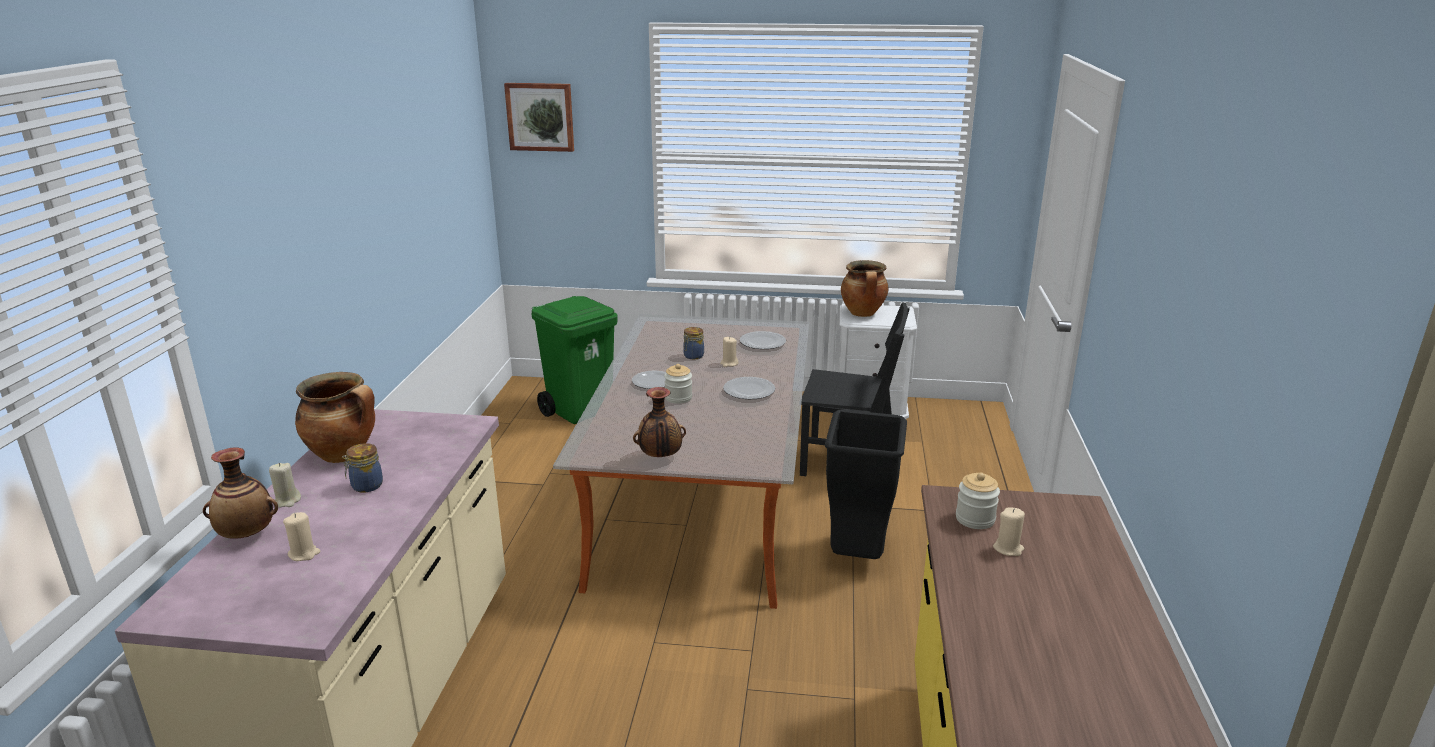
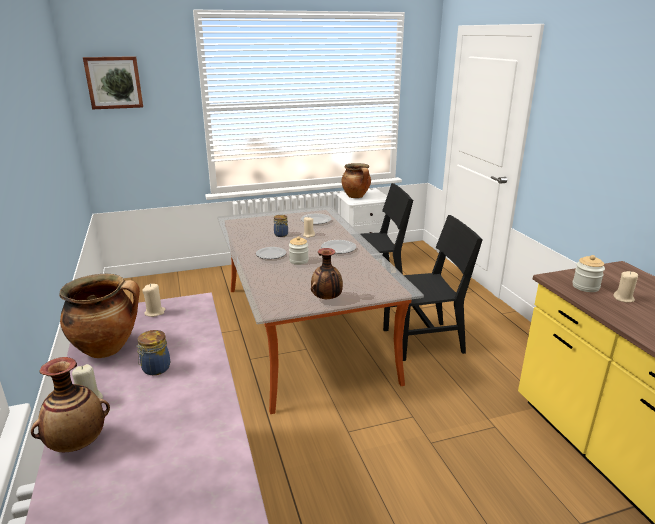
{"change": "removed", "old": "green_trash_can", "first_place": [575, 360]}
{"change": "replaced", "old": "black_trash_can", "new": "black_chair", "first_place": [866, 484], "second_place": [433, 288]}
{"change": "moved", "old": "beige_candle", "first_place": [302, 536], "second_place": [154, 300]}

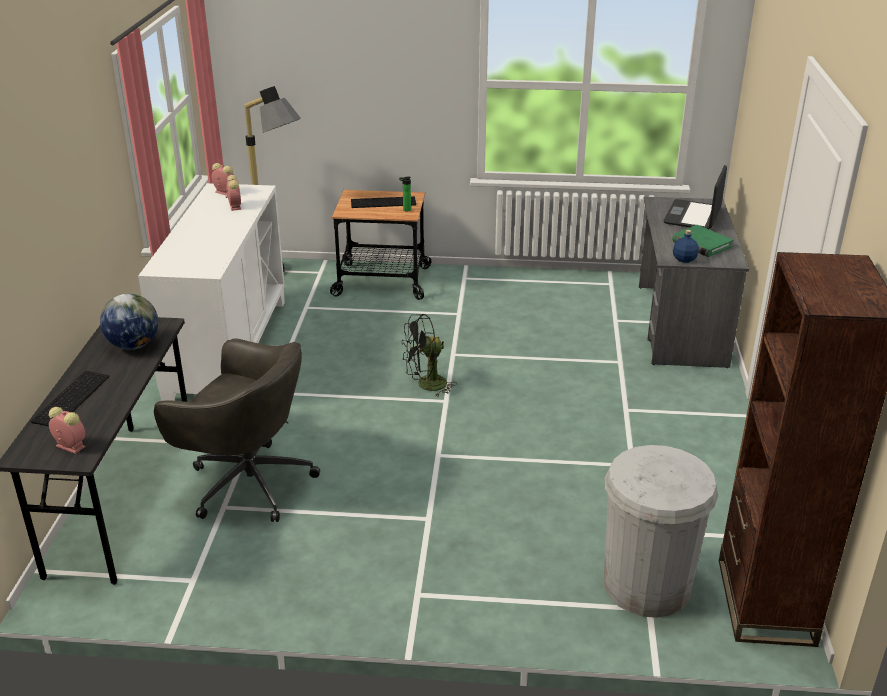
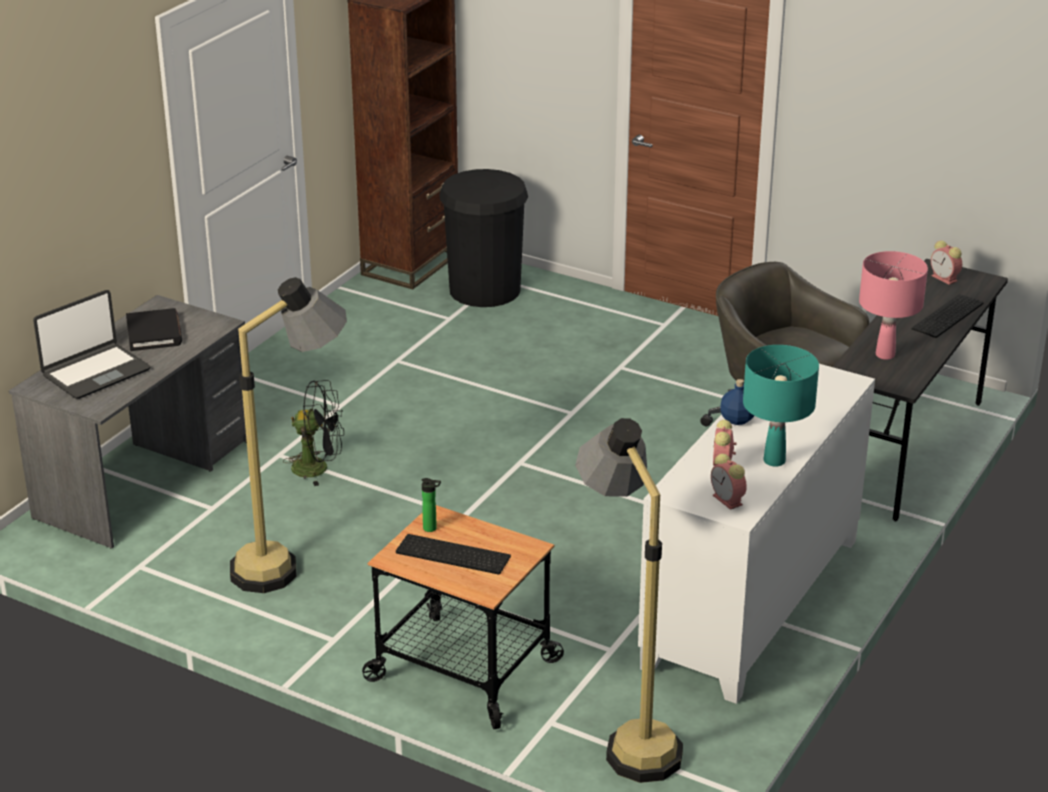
{"change": "recoloured", "old": "green_book", "new": "black_book", "first_place": [702, 241], "second_place": [154, 329]}
{"change": "moved", "old": "blue_bottle", "first_place": [686, 246], "second_place": [737, 402]}
{"change": "replaced", "old": "globe", "new": "pink_table_lamp", "first_place": [129, 322], "second_place": [893, 305]}
{"change": "moved", "old": "black_fan", "first_place": [429, 355], "second_place": [313, 433]}
{"change": "recoloured", "old": "white_trash_can", "new": "black_trash_can", "first_place": [661, 531], "second_place": [483, 238]}
{"change": "added", "new": "floor_lamp", "second_place": [288, 435]}
{"change": "added", "new": "turquoise_table_lamp", "second_place": [781, 406]}

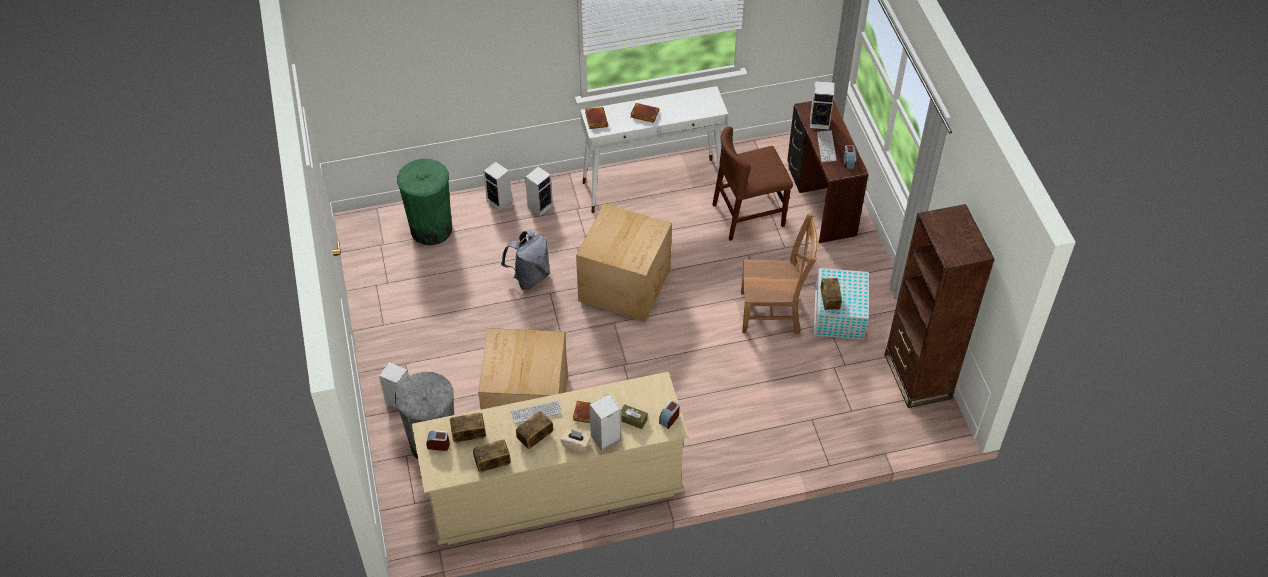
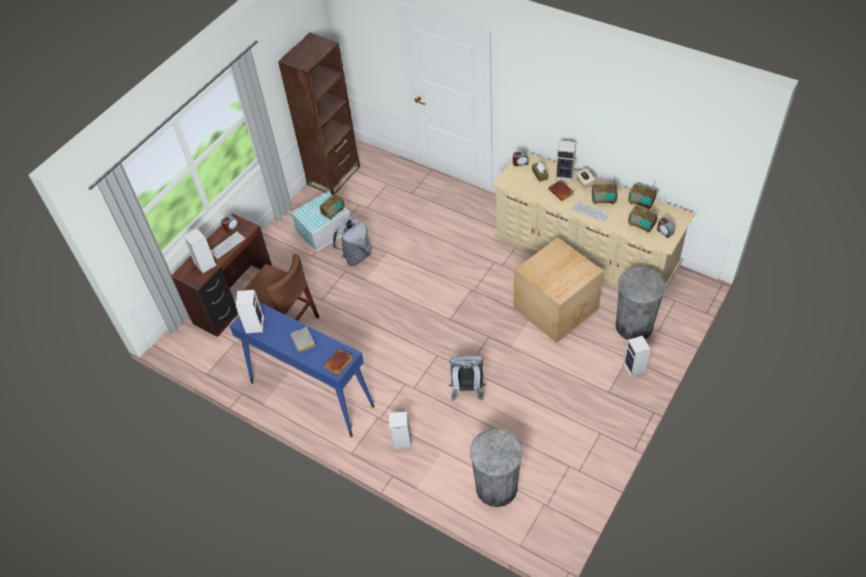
{"change": "recoloured", "old": "white_console_table", "new": "blue_console_table", "first_place": [654, 149], "second_place": [302, 369]}
{"change": "recoloured", "old": "brown_book", "new": "grey_book", "first_place": [645, 113], "second_place": [303, 340]}
{"change": "recoloured", "old": "green_trash_can", "new": "grey_trash_can", "first_place": [424, 202], "second_place": [496, 467]}
{"change": "moved", "old": "speaker", "first_place": [497, 186], "second_place": [250, 311]}
{"change": "removed", "old": "cardboard_box", "first_place": [624, 262]}
{"change": "replaced", "old": "brown_chair", "new": "grey_backpack", "first_place": [779, 273], "second_place": [352, 242]}

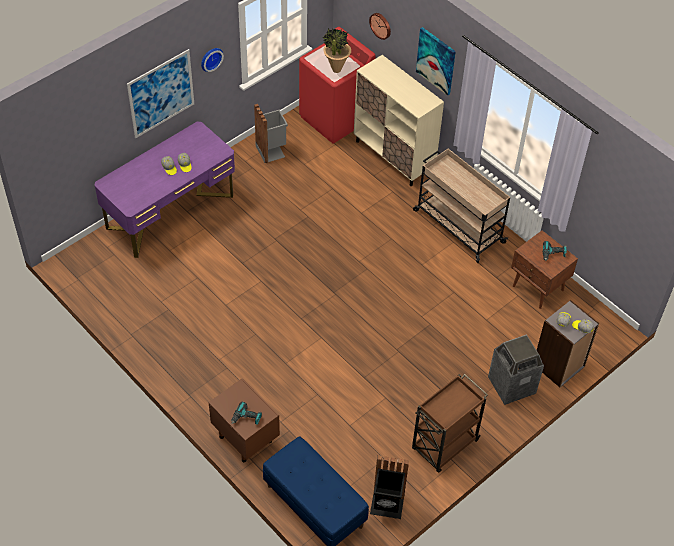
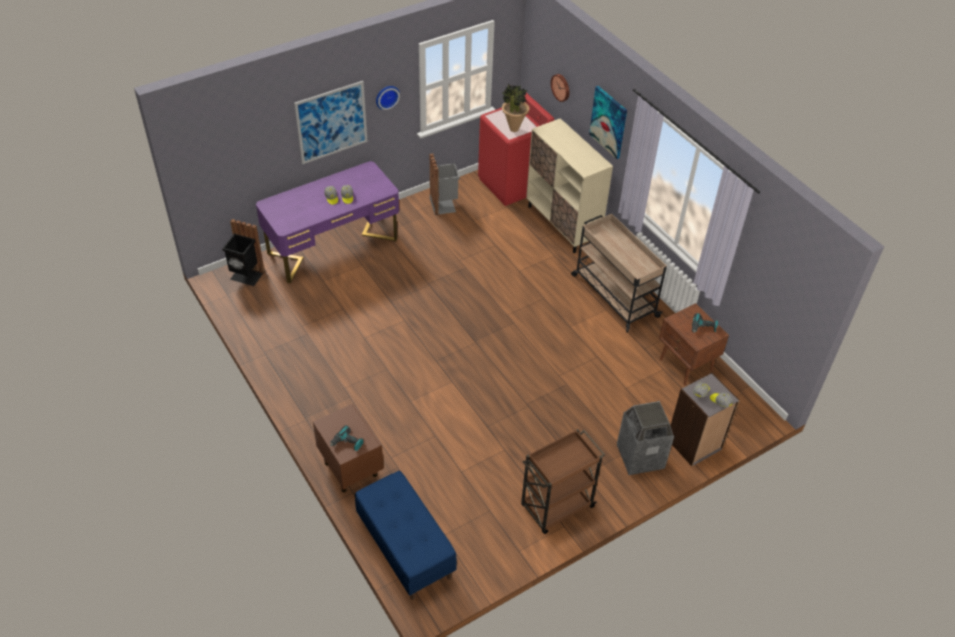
{"change": "moved", "old": "black_trash_can", "first_place": [389, 487], "second_place": [243, 252]}

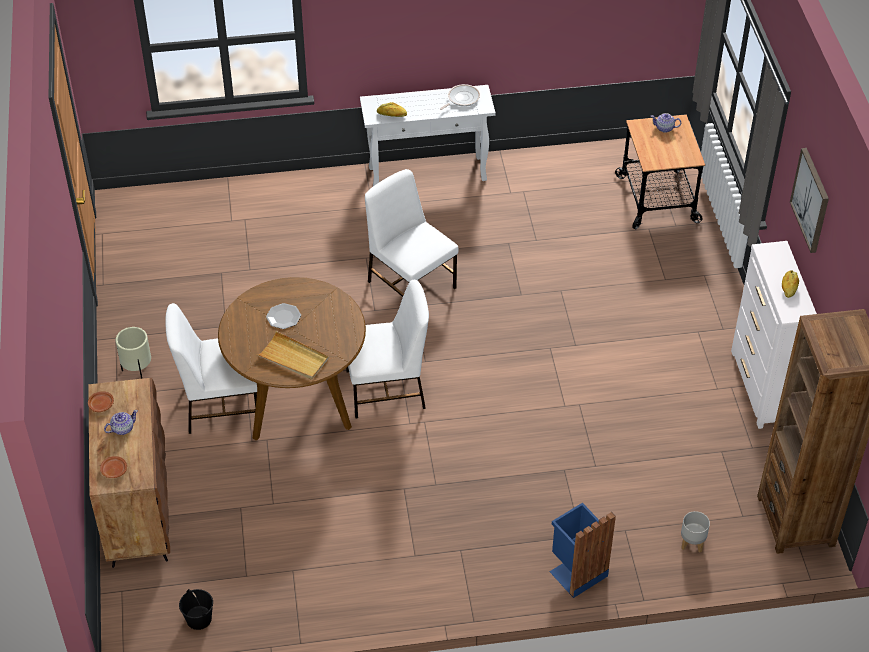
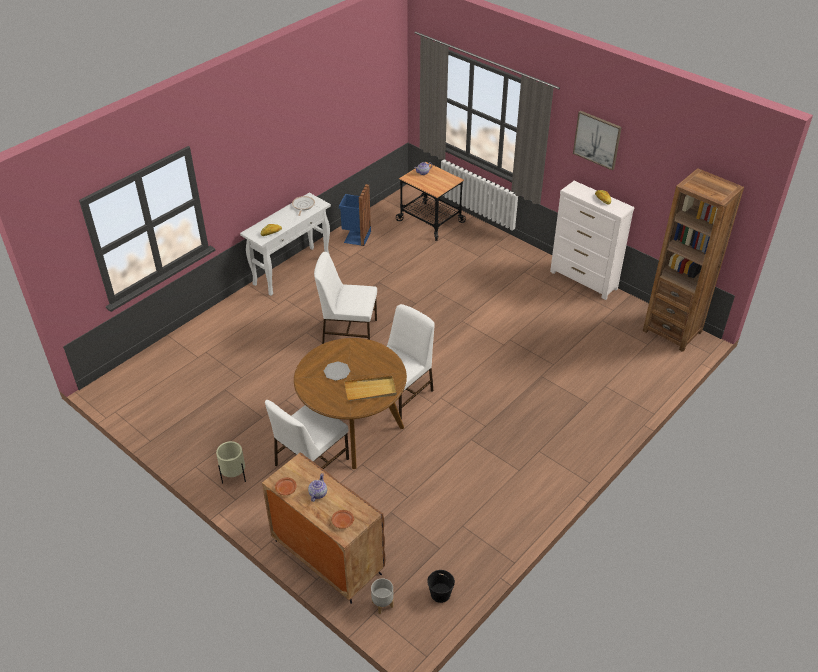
{"change": "moved", "old": "blue_trash_can", "first_place": [582, 550], "second_place": [355, 215]}
{"change": "moved", "old": "grey_planter", "first_place": [695, 532], "second_place": [382, 596]}

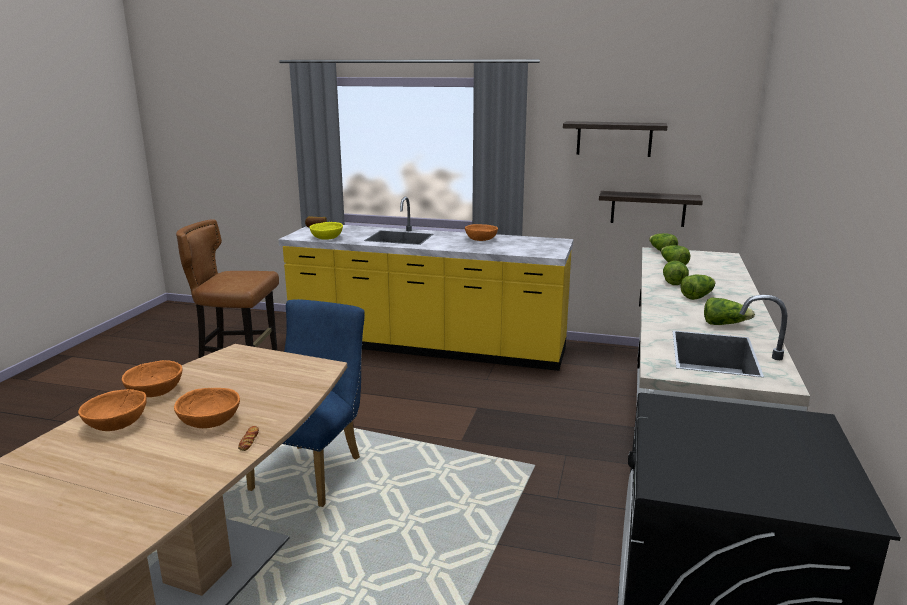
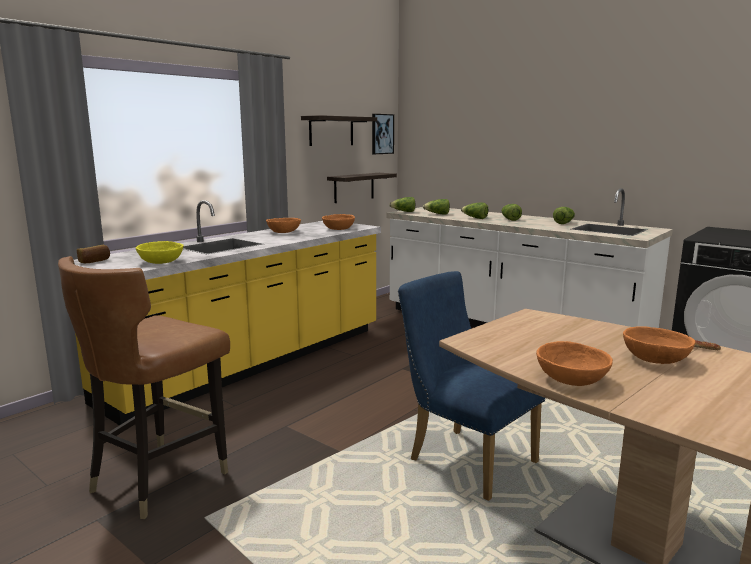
{"change": "moved", "old": "orange_bowl", "first_place": [112, 410], "second_place": [338, 222]}
{"change": "added", "new": "picture", "second_place": [383, 134]}

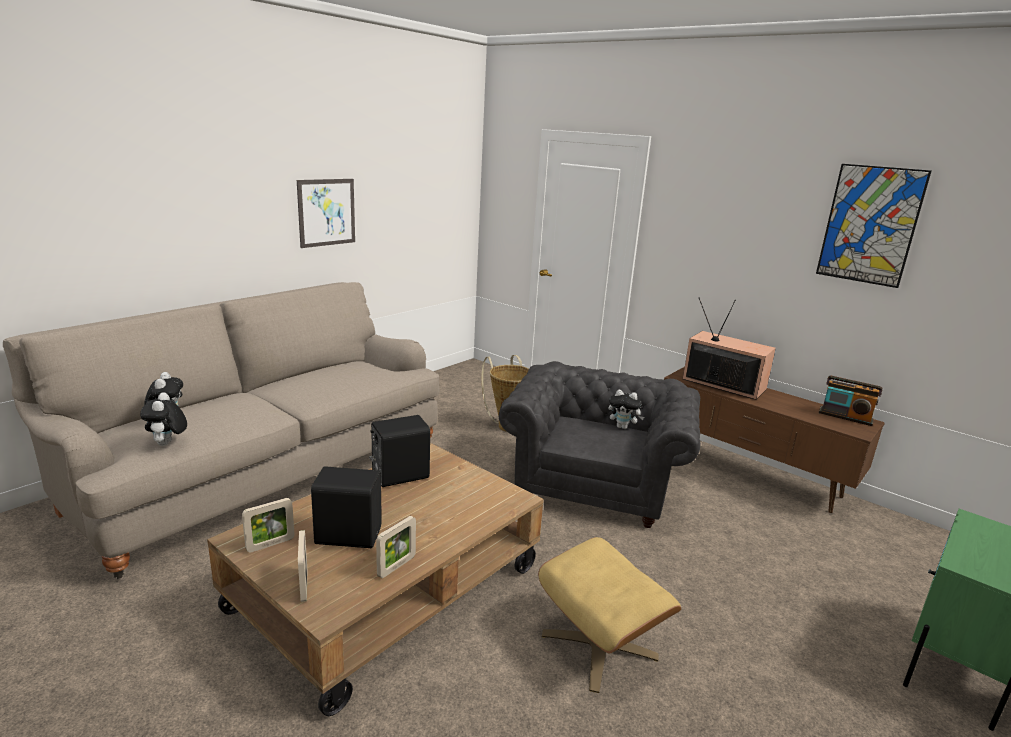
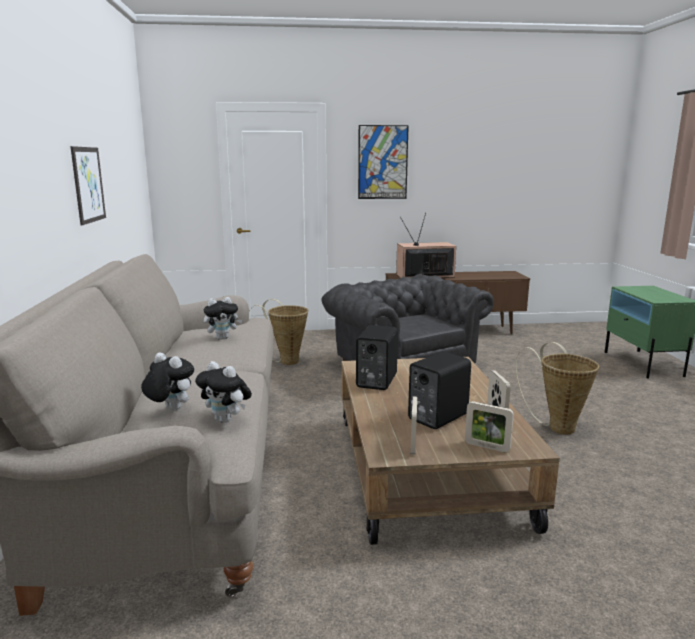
{"change": "moved", "old": "picture", "first_place": [873, 226], "second_place": [383, 162]}
{"change": "removed", "old": "radio", "first_place": [850, 401]}
{"change": "moved", "old": "plush_toy", "first_place": [626, 409], "second_place": [223, 318]}
{"change": "replaced", "old": "beige_ottoman", "new": "basket", "first_place": [609, 615], "second_place": [557, 388]}

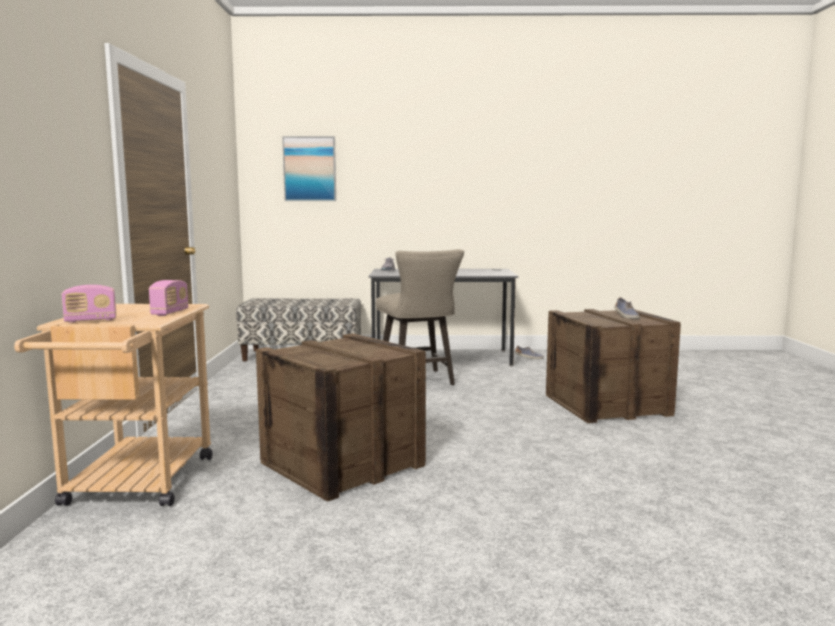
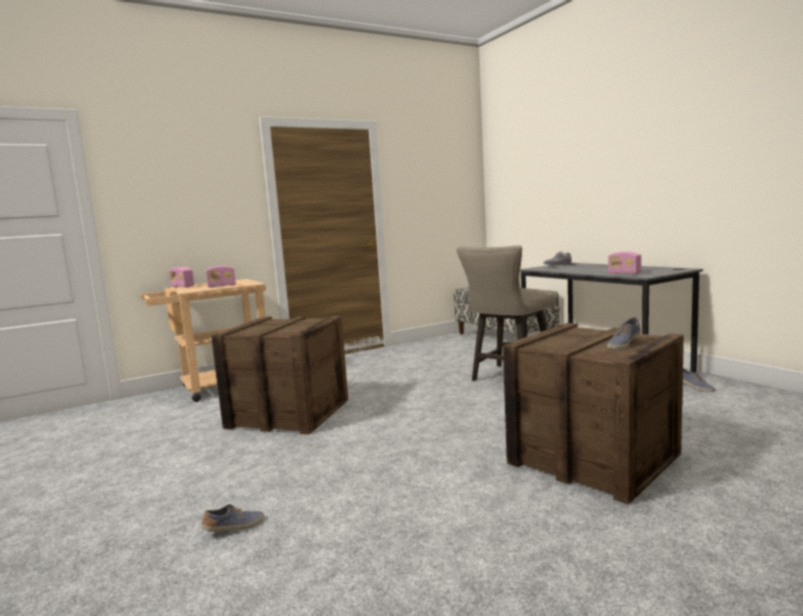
{"change": "removed", "old": "picture", "first_place": [309, 168]}
{"change": "added", "new": "radio", "second_place": [624, 263]}
{"change": "added", "new": "shoe", "second_place": [233, 518]}

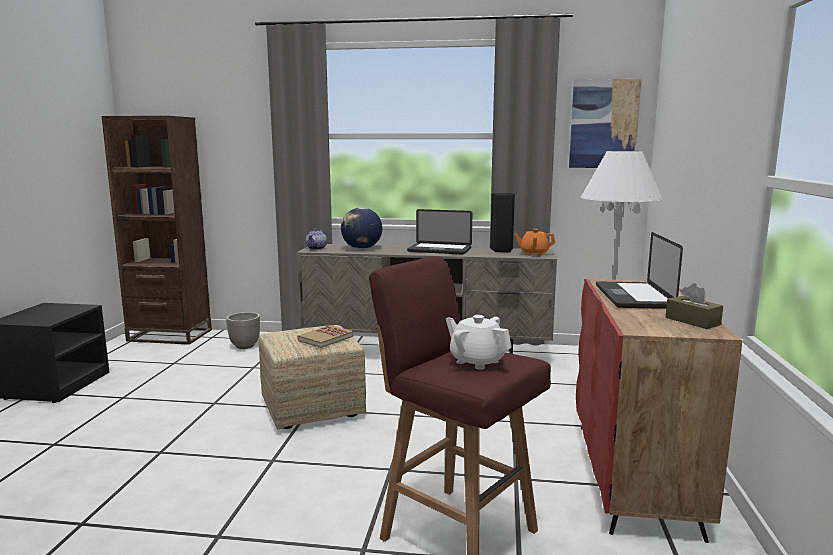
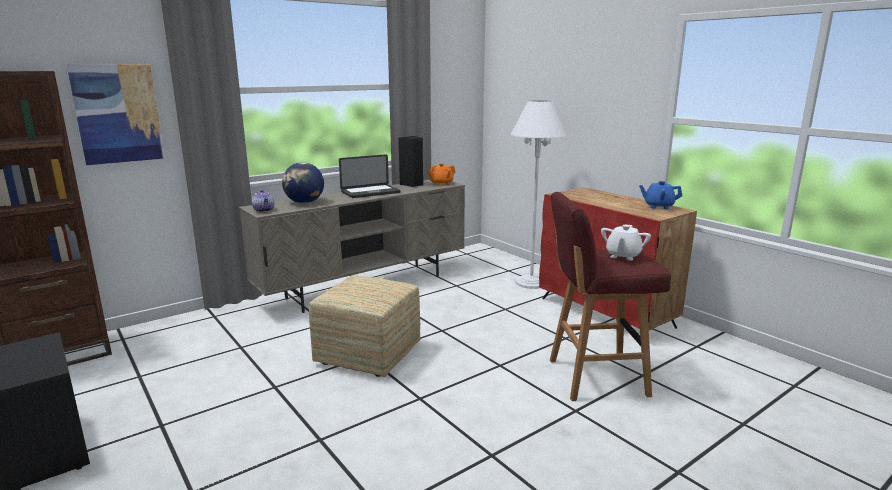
{"change": "moved", "old": "picture", "first_place": [605, 123], "second_place": [115, 114]}
{"change": "removed", "old": "laptop", "first_place": [639, 270]}
{"change": "replaced", "old": "brown_tissue_box", "new": "blue_teapot", "first_place": [694, 306], "second_place": [660, 195]}
{"change": "removed", "old": "planter", "first_place": [243, 330]}
{"change": "turned", "old": "white_teapot", "first_place": [479, 342], "second_place": [626, 243], "degrees": -60}
{"change": "removed", "old": "book", "first_place": [325, 336]}

